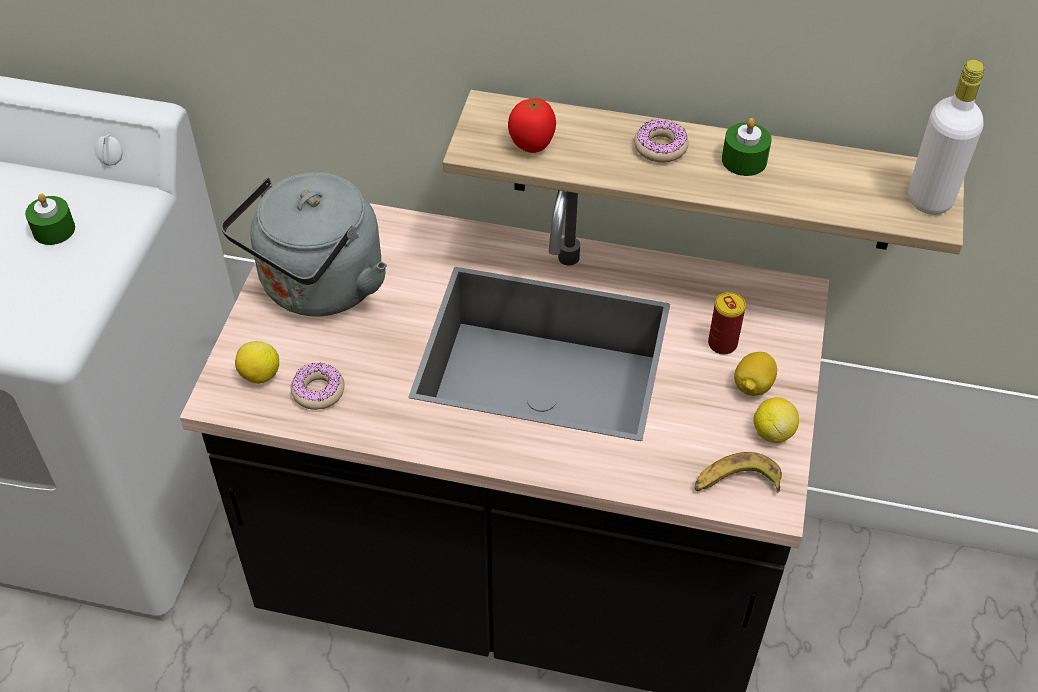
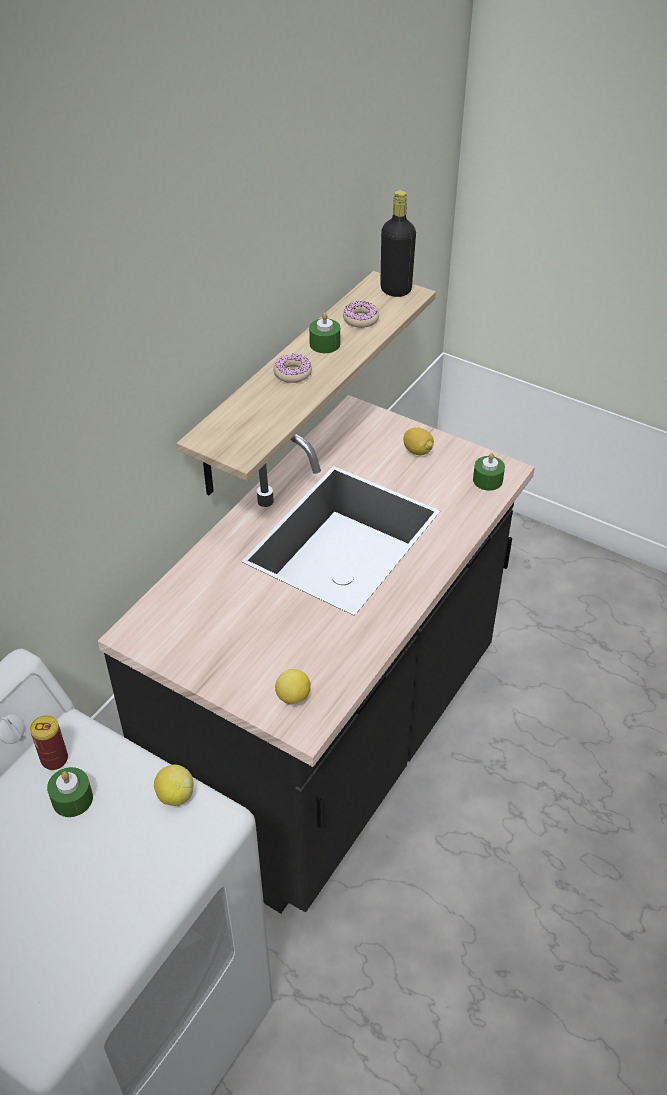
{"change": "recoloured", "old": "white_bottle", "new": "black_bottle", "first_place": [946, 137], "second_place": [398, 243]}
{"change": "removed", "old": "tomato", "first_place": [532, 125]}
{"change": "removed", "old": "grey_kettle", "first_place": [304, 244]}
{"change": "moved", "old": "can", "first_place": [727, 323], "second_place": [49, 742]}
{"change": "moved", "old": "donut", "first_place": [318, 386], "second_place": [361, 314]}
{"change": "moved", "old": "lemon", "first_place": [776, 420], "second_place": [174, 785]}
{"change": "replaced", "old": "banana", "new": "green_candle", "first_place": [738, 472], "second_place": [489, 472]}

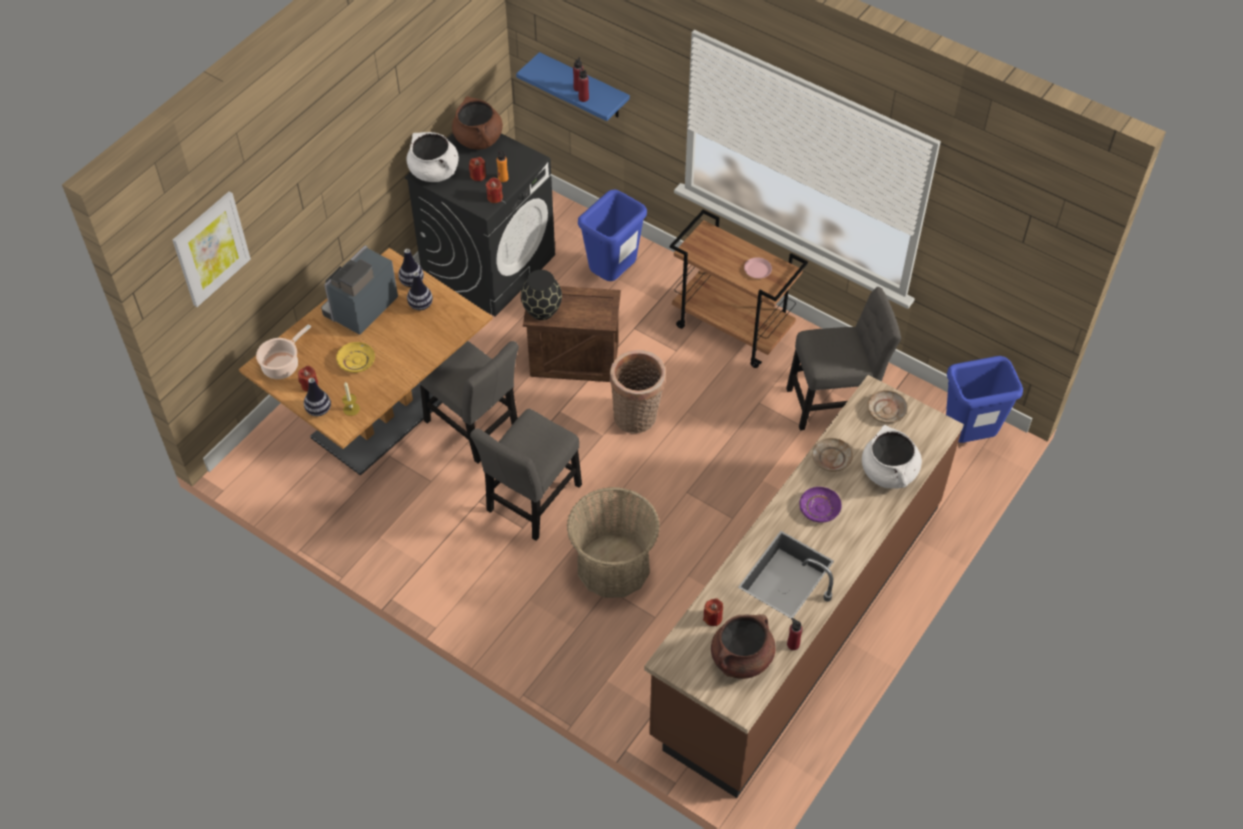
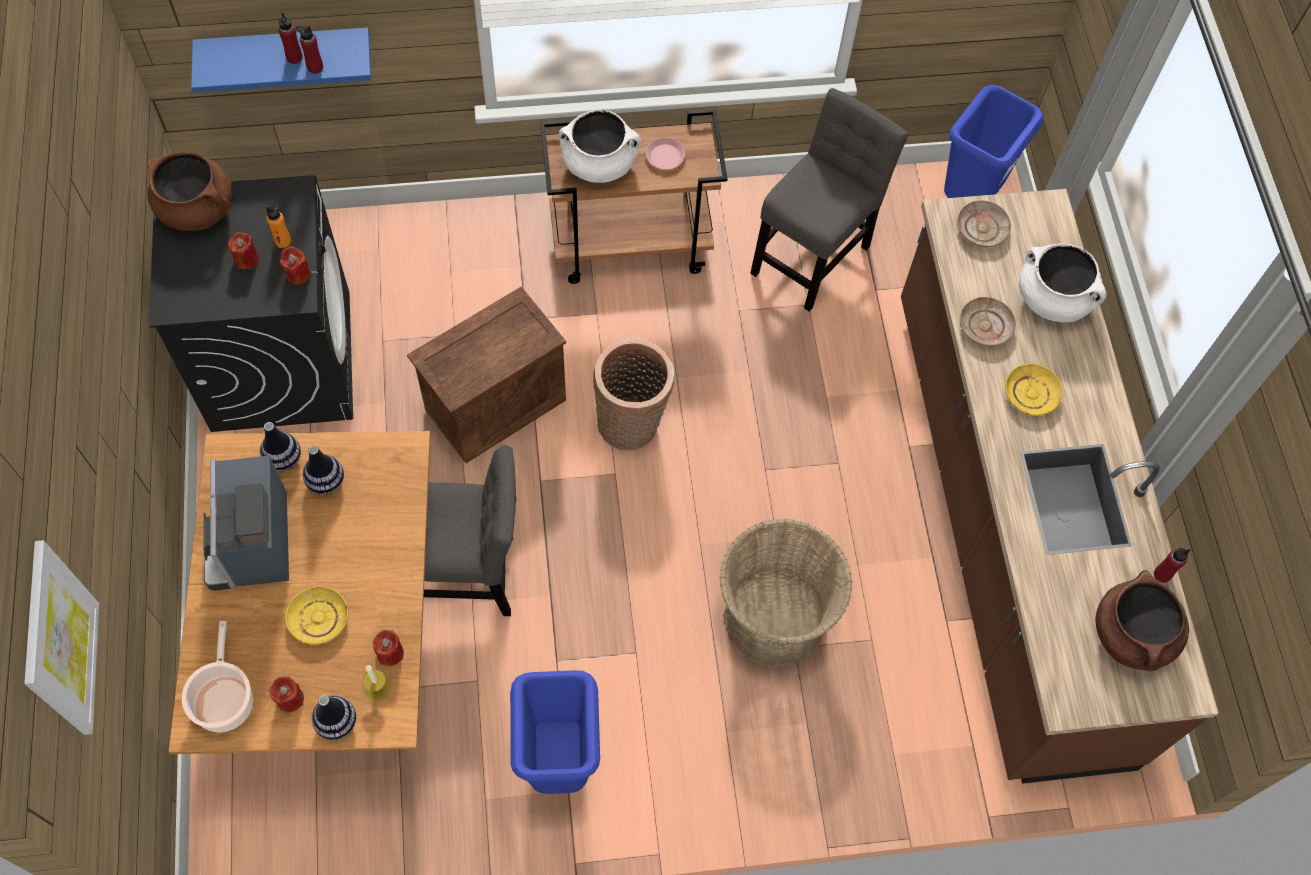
{"change": "moved", "old": "white_cooking_pot", "first_place": [432, 157], "second_place": [600, 146]}
{"change": "moved", "old": "blue_trash_can", "first_place": [612, 235], "second_place": [555, 732]}
{"change": "removed", "old": "black_vase", "first_place": [541, 295]}
{"change": "removed", "old": "grey_chair", "first_place": [526, 475]}
{"change": "recoloured", "old": "purple_plate", "new": "yellow_plate", "first_place": [820, 505], "second_place": [1034, 390]}
{"change": "moved", "old": "red_candle", "first_place": [713, 612], "second_place": [388, 648]}

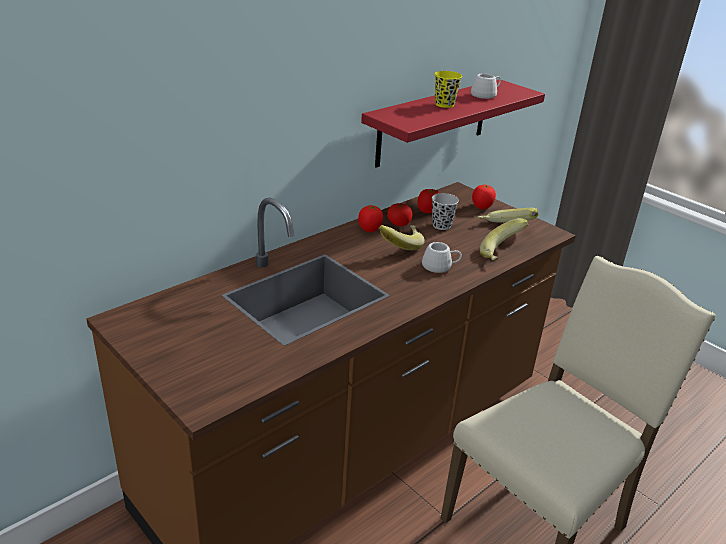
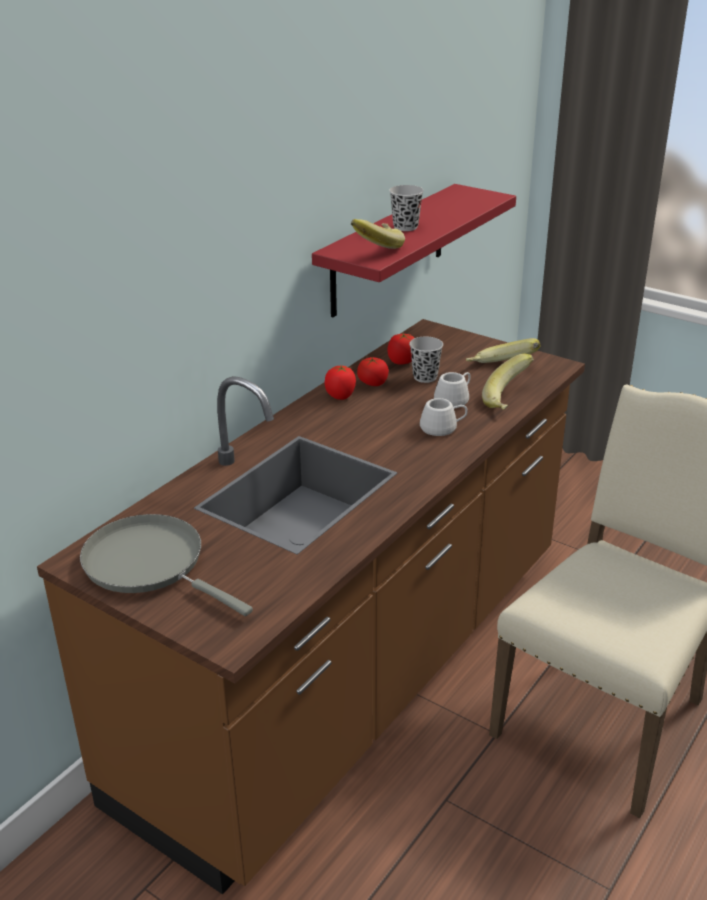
{"change": "recoloured", "old": "yellow_cup", "new": "black_cup", "first_place": [448, 89], "second_place": [406, 208]}
{"change": "moved", "old": "white_mug", "first_place": [486, 86], "second_place": [452, 389]}
{"change": "removed", "old": "tomato", "first_place": [484, 197]}
{"change": "moved", "old": "banana", "first_place": [402, 237], "second_place": [378, 234]}
{"change": "added", "new": "grey_frying_pan", "second_place": [166, 565]}

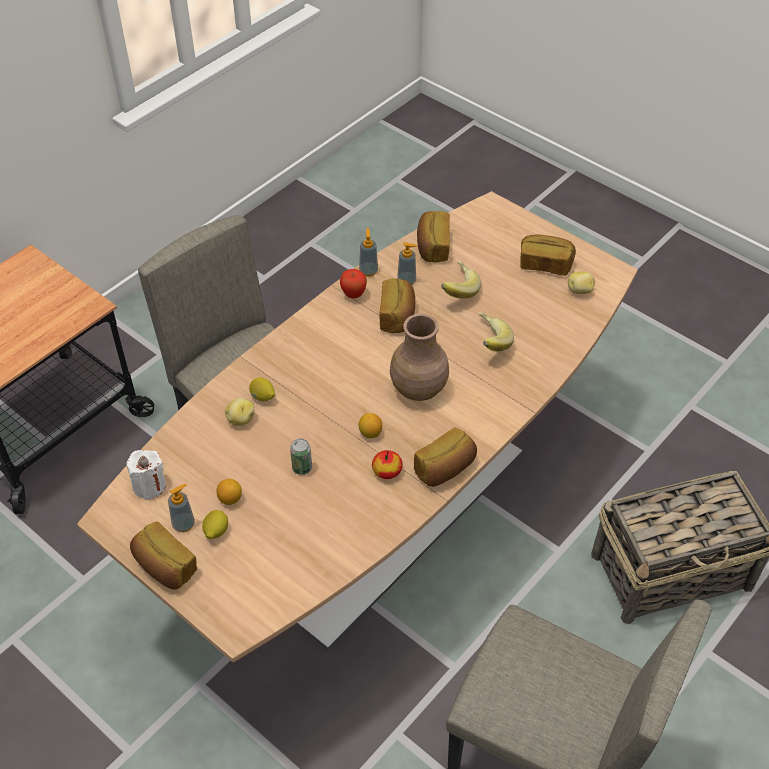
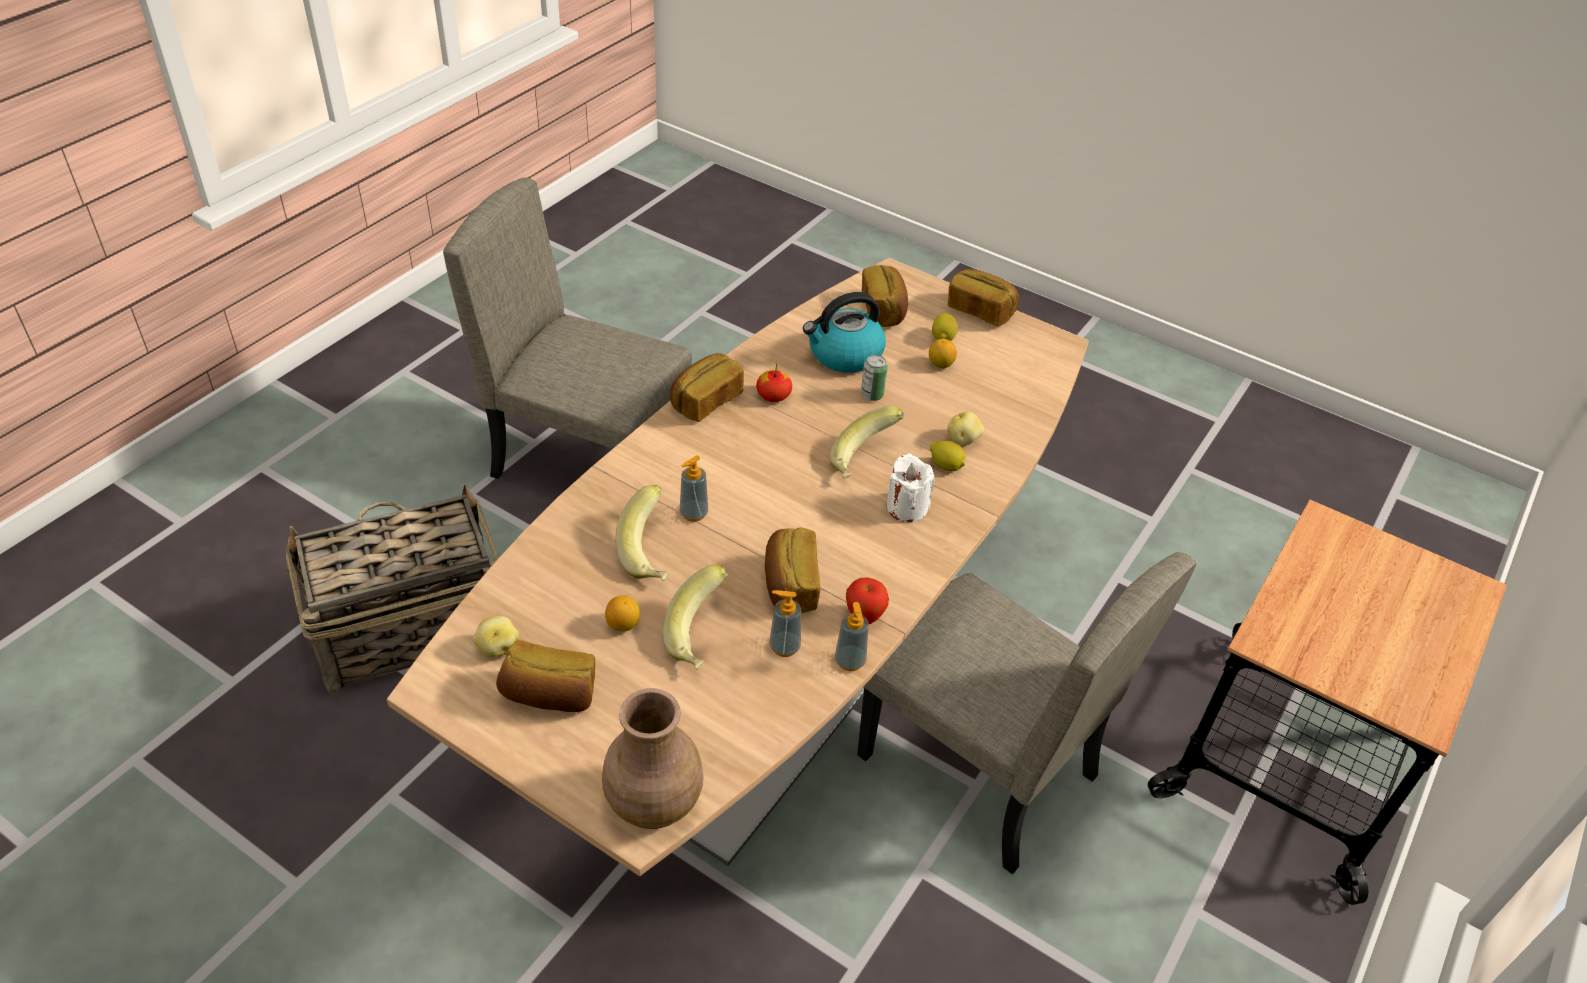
{"change": "moved", "old": "bread", "first_place": [433, 237], "second_place": [885, 296]}
{"change": "moved", "old": "brown_vase", "first_place": [419, 357], "second_place": [653, 758]}
{"change": "moved", "old": "lemon", "first_place": [370, 425], "second_place": [622, 614]}
{"change": "moved", "old": "white_candle", "first_place": [146, 475], "second_place": [911, 488]}
{"change": "moved", "old": "soap_dispenser", "first_place": [181, 508], "second_place": [694, 489]}
{"change": "added", "new": "kettle", "second_place": [844, 332]}
{"change": "added", "new": "banana", "second_place": [866, 442]}

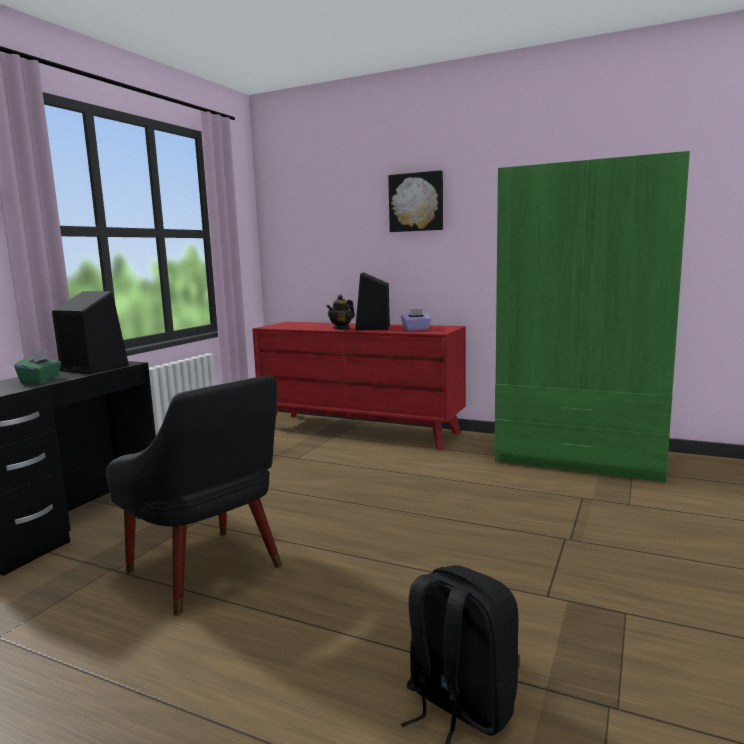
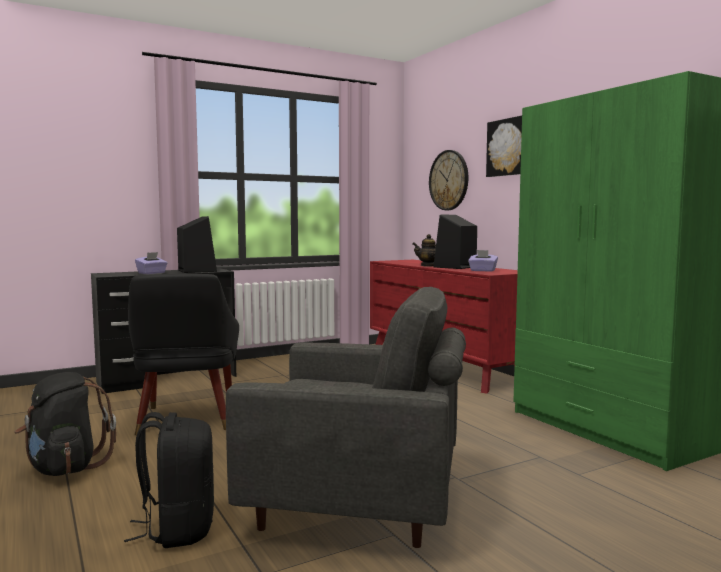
{"change": "recoloured", "old": "green_tissue_box", "new": "purple_tissue_box", "first_place": [37, 366], "second_place": [151, 263]}
{"change": "added", "new": "wall_clock", "second_place": [448, 180]}
{"change": "added", "new": "grey_armchair", "second_place": [346, 417]}
{"change": "added", "new": "black_backpack", "second_place": [65, 424]}

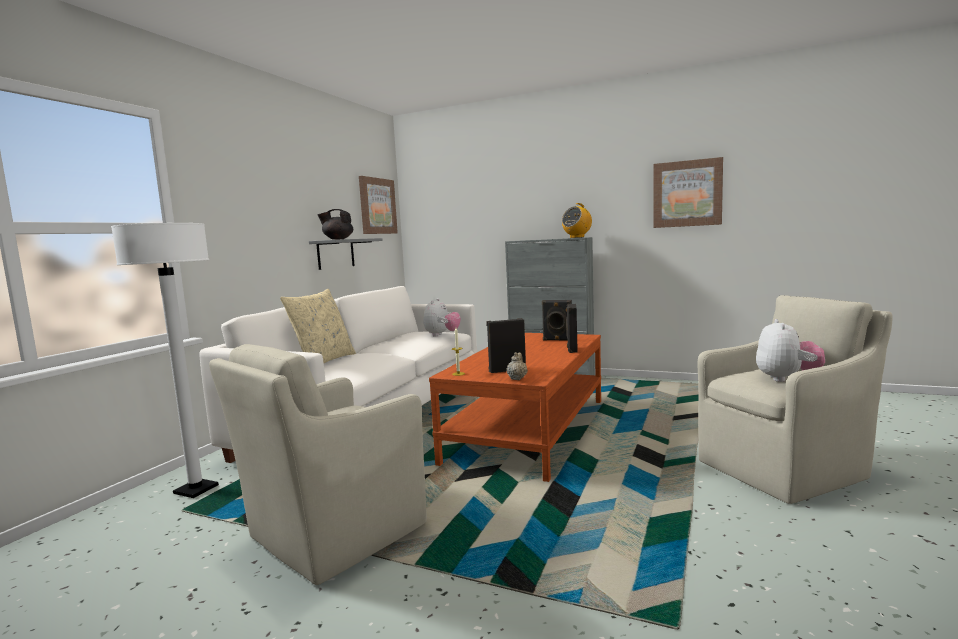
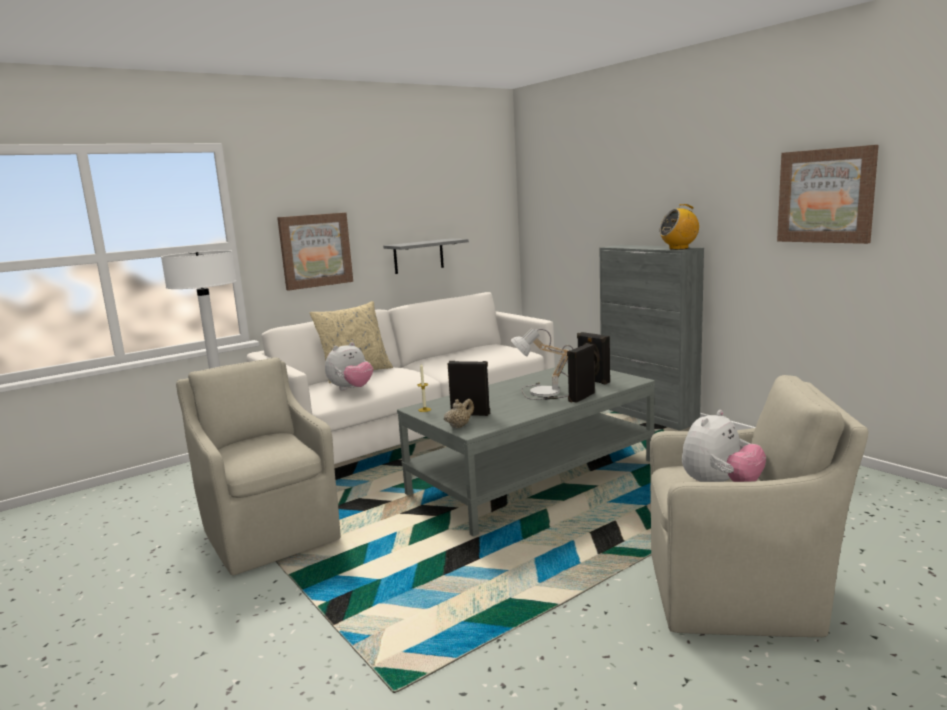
{"change": "moved", "old": "picture", "first_place": [378, 205], "second_place": [315, 252]}
{"change": "removed", "old": "black_teapot", "first_place": [335, 224]}
{"change": "moved", "old": "plush_toy", "first_place": [442, 317], "second_place": [349, 366]}
{"change": "recoloured", "old": "brown_coffee_table", "new": "grey_coffee_table", "first_place": [515, 407], "second_place": [526, 450]}
{"change": "turned", "old": "beige_armchair", "first_place": [318, 464], "second_place": [258, 466], "degrees": 75}
{"change": "added", "new": "table_lamp", "second_place": [542, 364]}

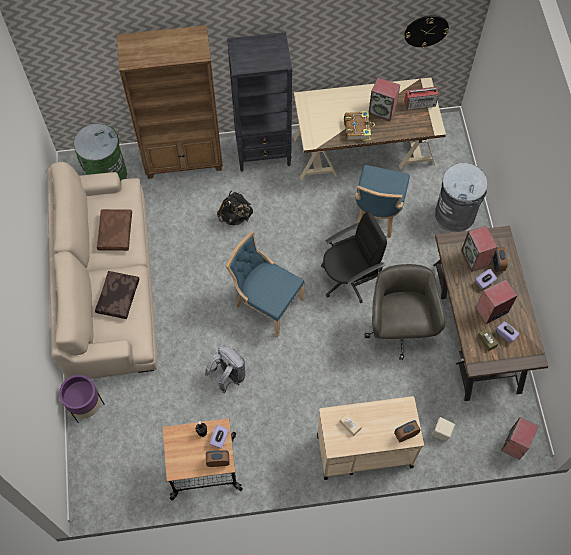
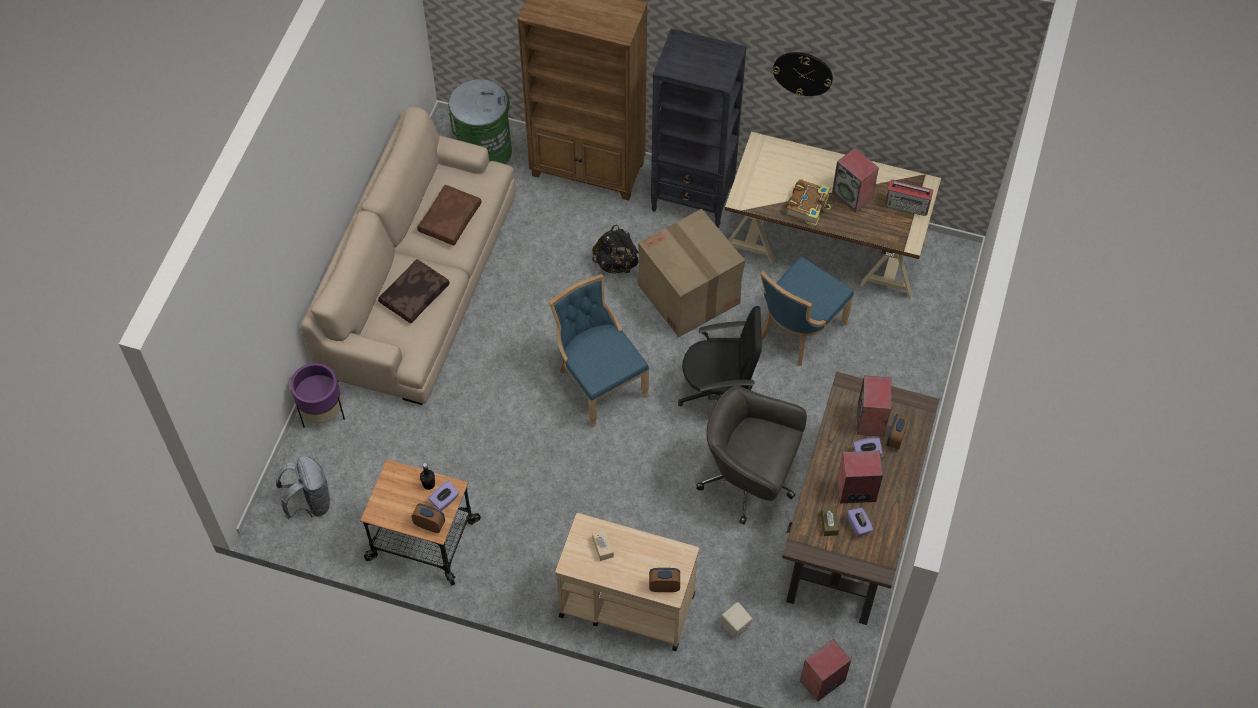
{"change": "moved", "old": "wall_clock", "first_place": [426, 31], "second_place": [803, 74]}
{"change": "removed", "old": "grey_trash_can", "first_place": [461, 197]}
{"change": "turned", "old": "grey_office_chair", "first_place": [405, 312], "second_place": [751, 455], "degrees": -90}
{"change": "moved", "old": "grey_backpack", "first_place": [225, 369], "second_place": [303, 487]}
{"change": "added", "new": "cardboard_box", "second_place": [691, 273]}

